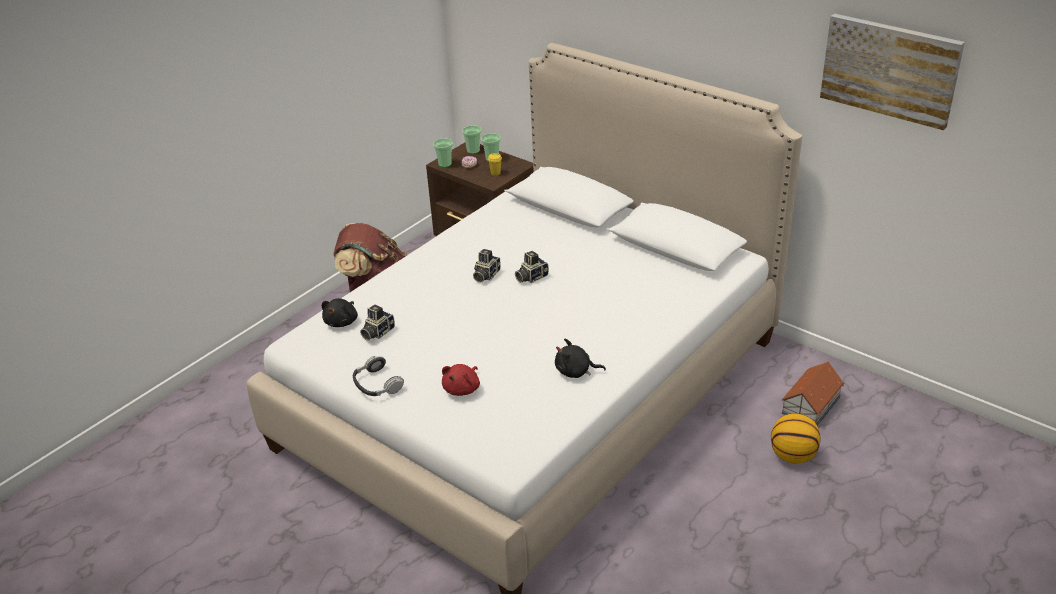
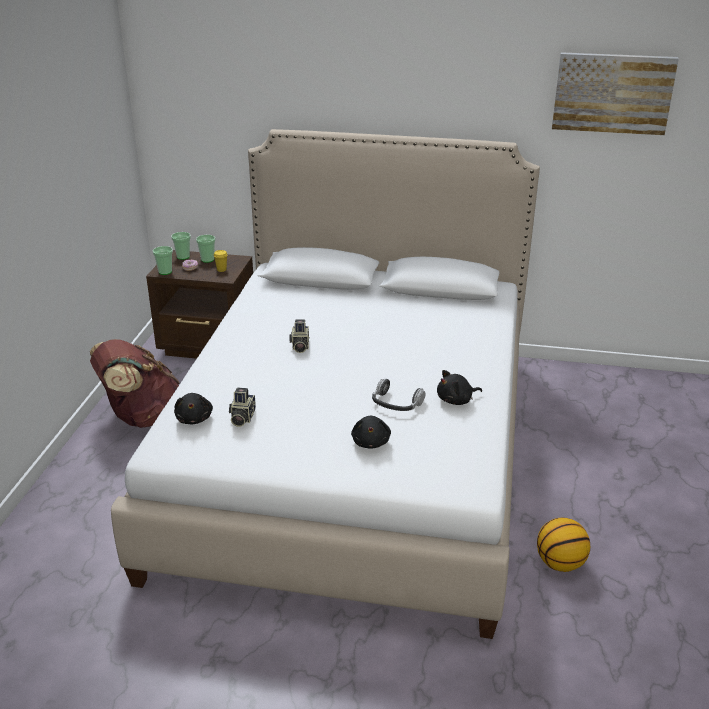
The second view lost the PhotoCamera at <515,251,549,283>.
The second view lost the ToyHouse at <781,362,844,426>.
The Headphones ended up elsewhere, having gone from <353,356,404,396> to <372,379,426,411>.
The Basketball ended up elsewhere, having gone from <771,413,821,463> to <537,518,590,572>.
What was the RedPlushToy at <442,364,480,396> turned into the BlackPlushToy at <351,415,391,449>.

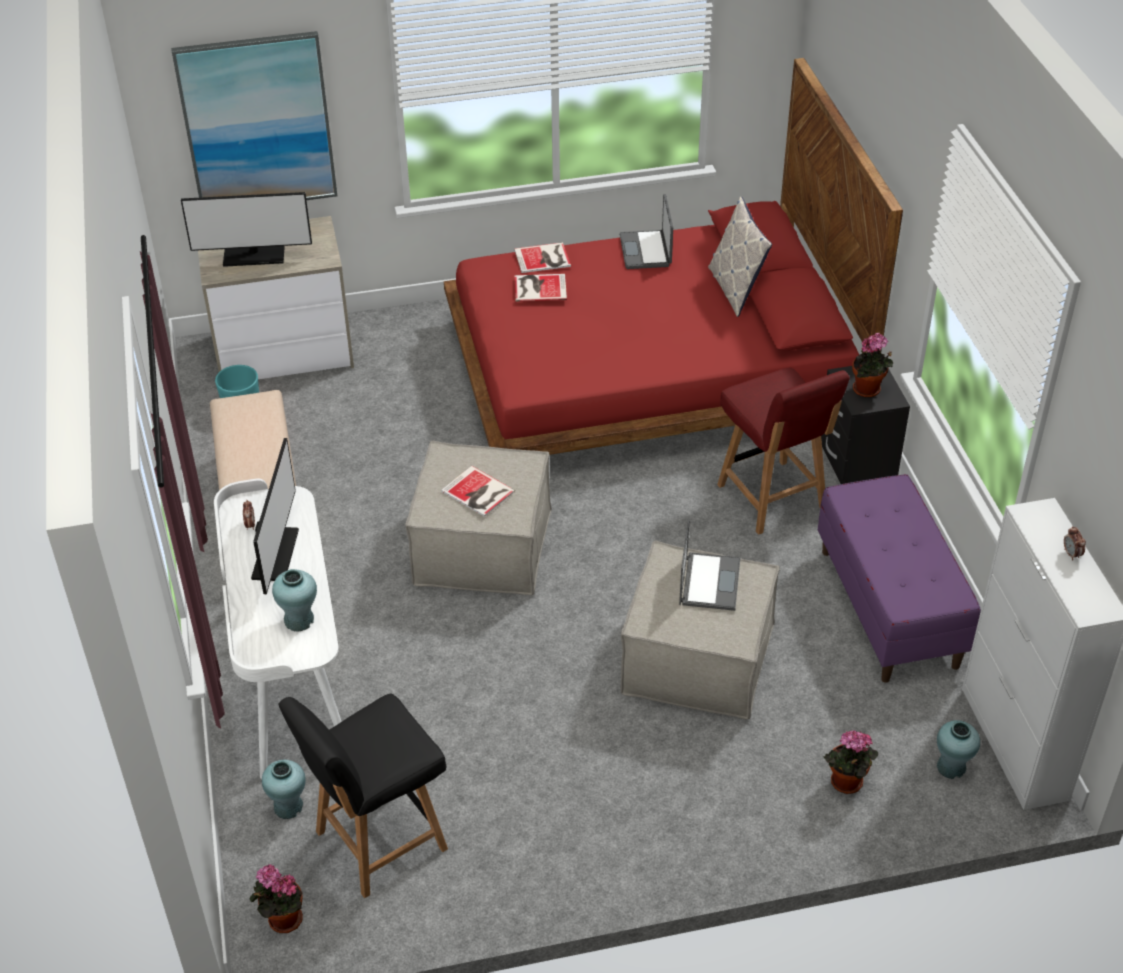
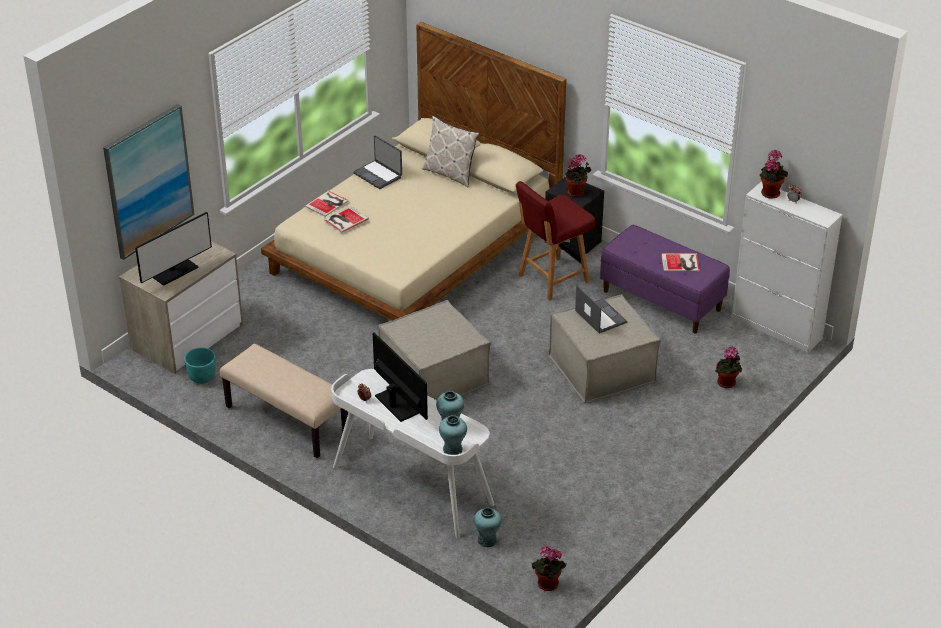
The second view lost the BlackChair at <278,694,448,898>.
The second view gained the PottedPlant at <760,150,788,199>.
The Book ended up elsewhere, having gone from <441,466,515,517> to <661,253,700,272>.
The TurquoiseVase ended up elsewhere, having gone from <937,720,980,779> to <439,415,467,455>.
What was the RedBed at <444,58,903,455> turned into the BeigeBed at <261,22,566,321>.
The RedChair at <717,368,850,534> ended up facing another way, 120 degrees clockwise from before.

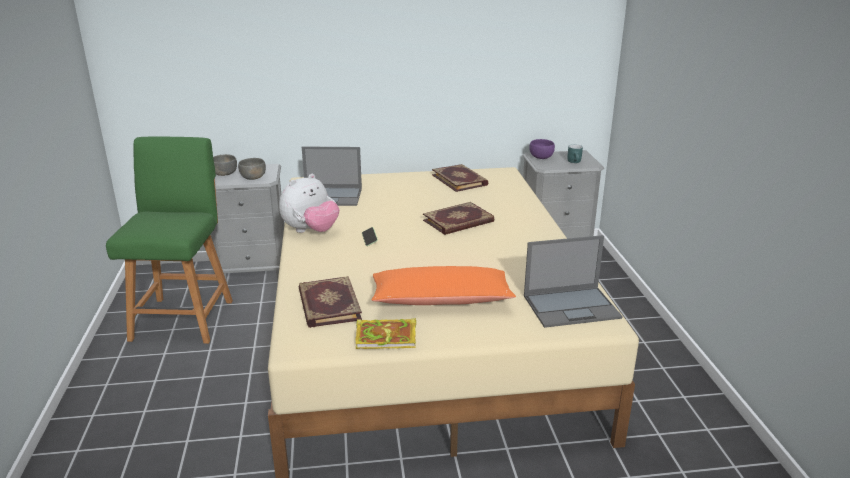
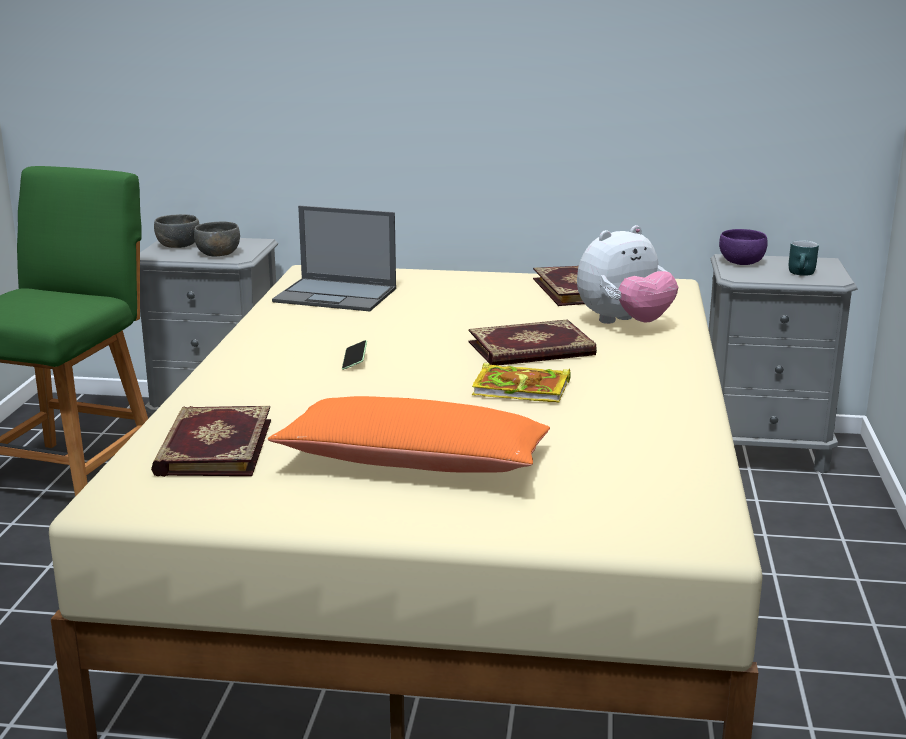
The second view lost the Laptop at <524,235,623,328>.
The PlushToy ended up elsewhere, having gone from <279,174,339,233> to <577,225,678,324>.
The Book ended up elsewhere, having gone from <355,318,416,349> to <472,363,571,403>.

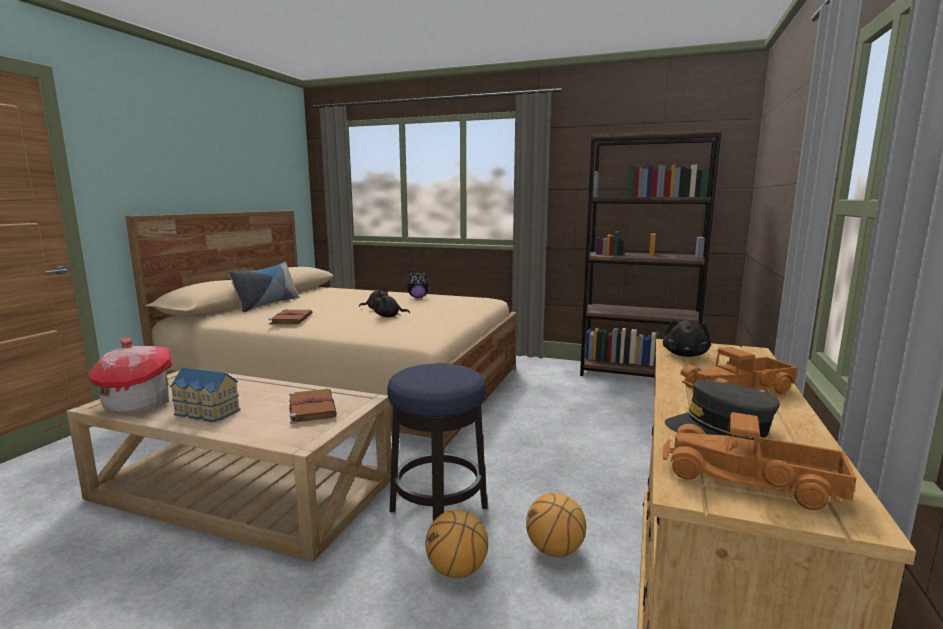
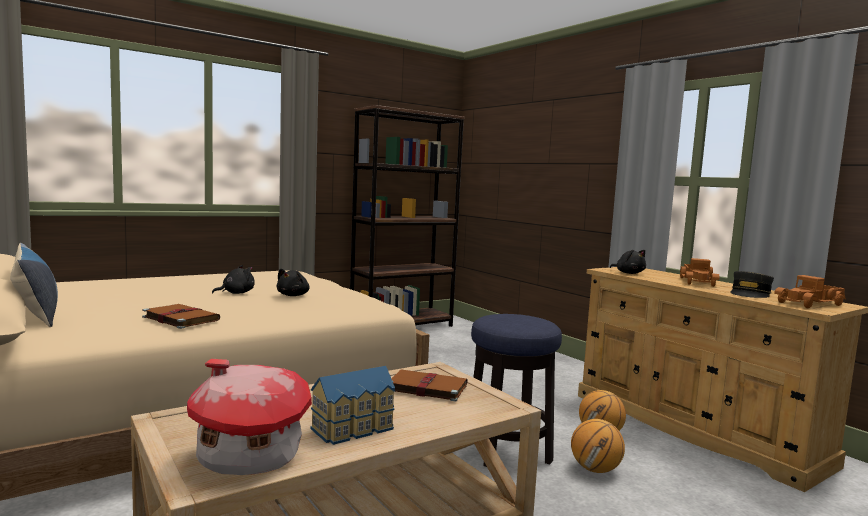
The second view lost the PlushToy at <407,271,430,298>.

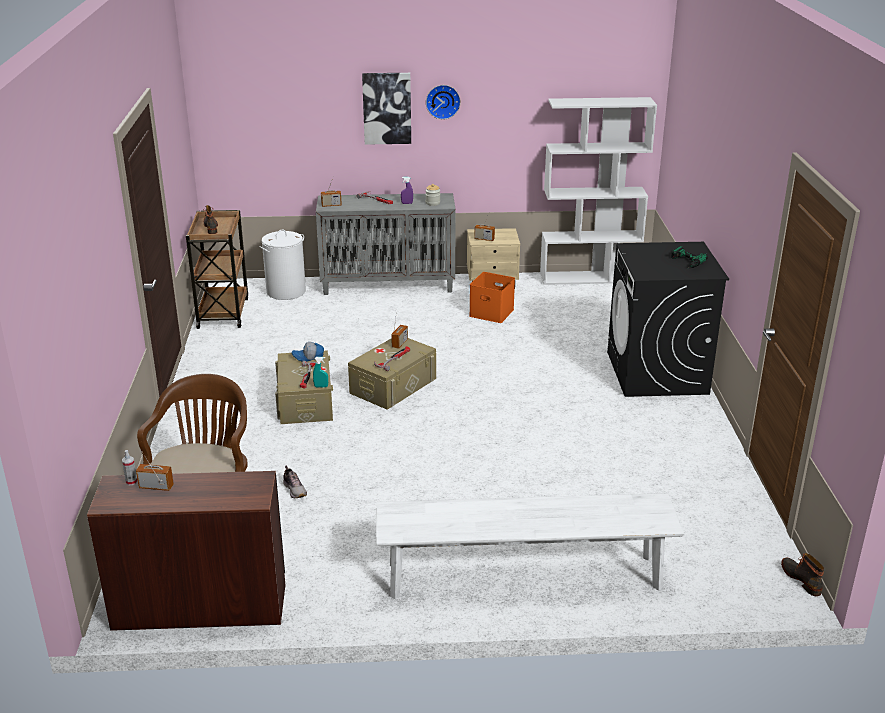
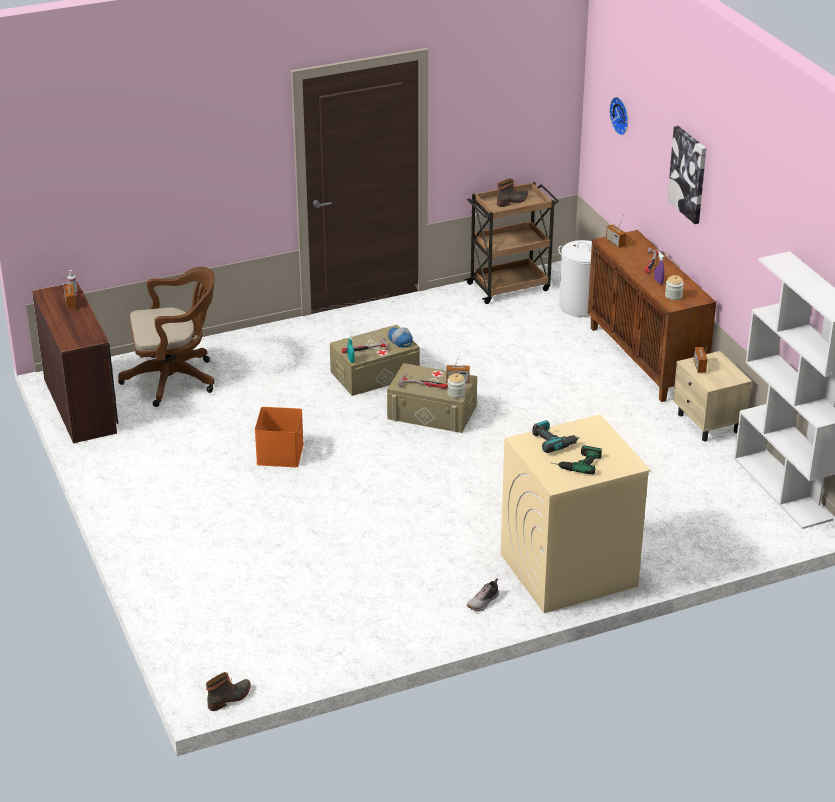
The second view lost the WhiteBench at <376,493,684,599>.
The second view gained the Jar at <447,373,465,399>.
The second view gained the PowerDrill at <533,420,580,453>.
The Shoe ended up elsewhere, having gone from <283,465,307,498> to <467,578,499,611>.
The WallClock ended up elsewhere, having gone from <426,85,461,120> to <609,97,628,135>.
The OrangeStorageBox ended up elsewhere, having gone from <469,272,515,323> to <255,407,304,467>.
What was the GreyCabinet at <316,193,456,295> turned into the BrownCabinet at <588,230,716,402>.
What was the BlackWashingMachine at <607,242,729,397> turned into the BeigeWashingMachine at <501,414,651,613>.

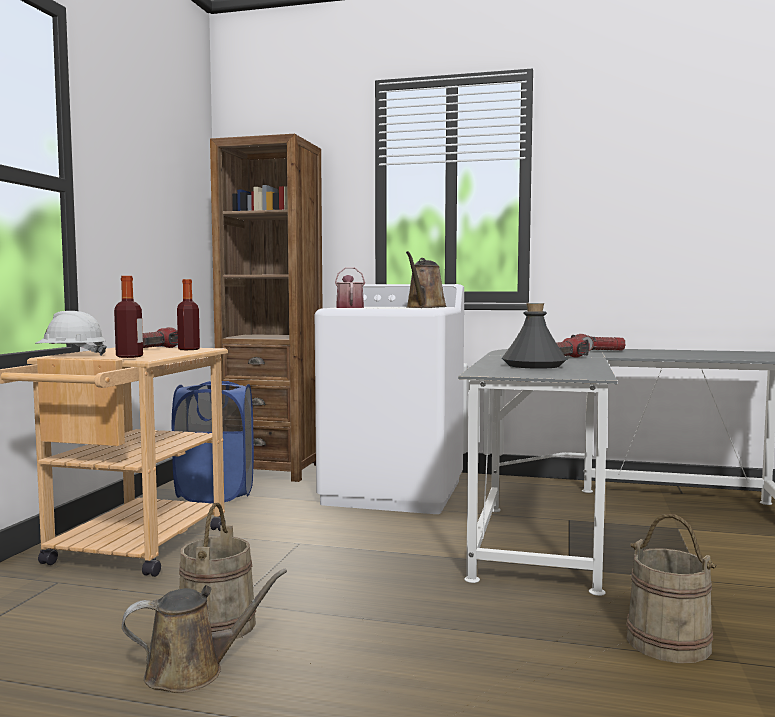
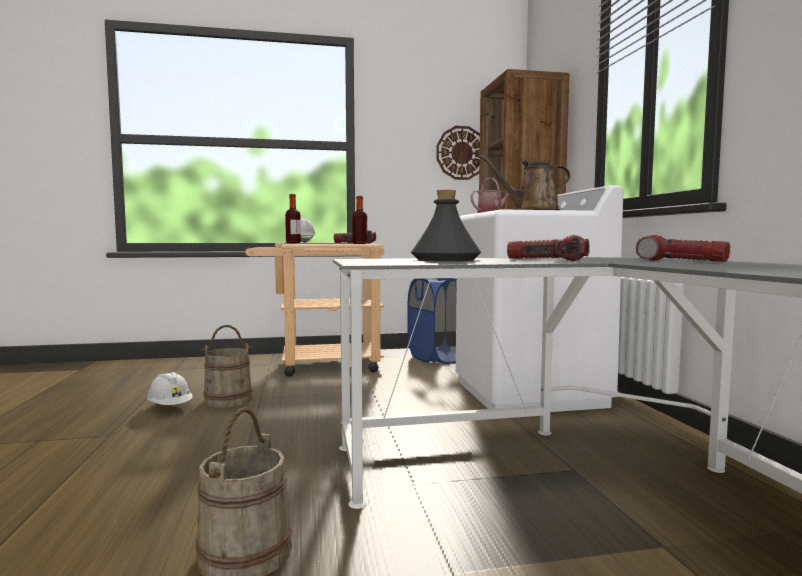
The second view gained the WallClock at <436,126,480,180>.
Where the BrownWateringCan stood at <122,569,287,693>, the WhiteHardHat came to stand at <147,372,193,405>.

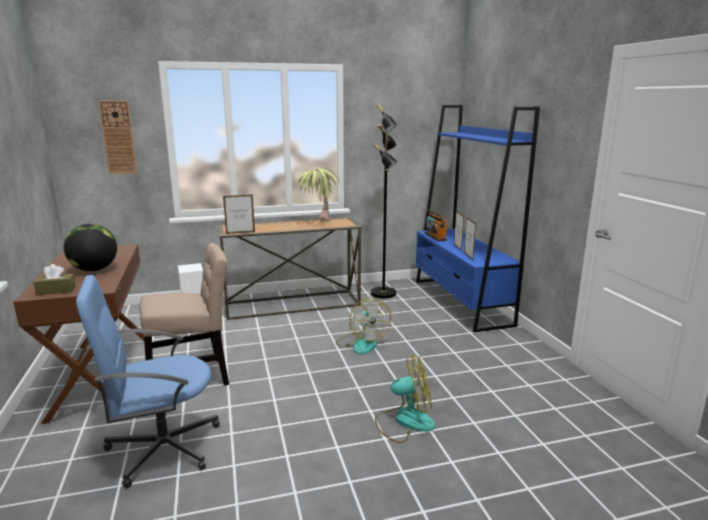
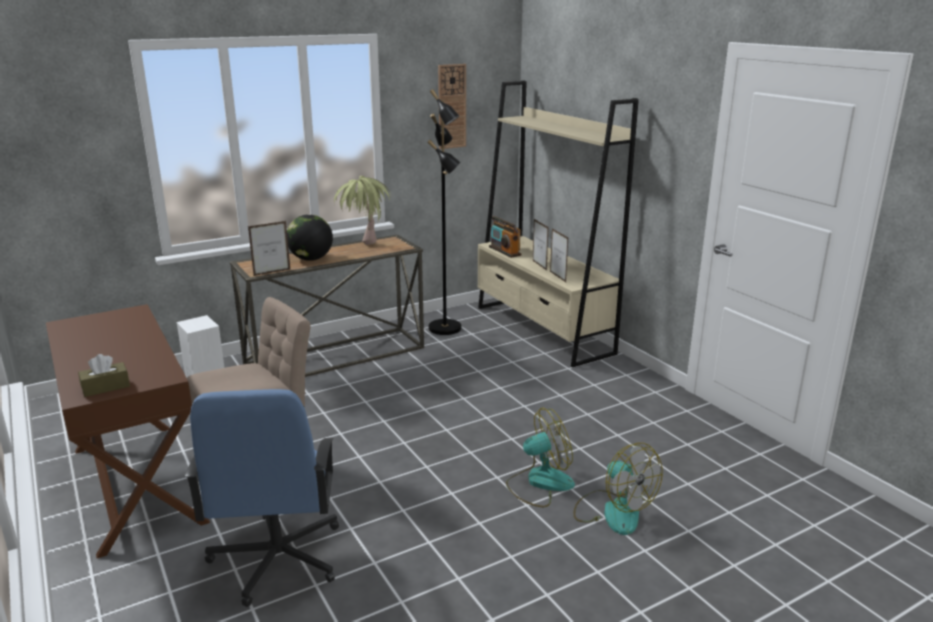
The Globe ended up elsewhere, having gone from <64,224,117,271> to <287,214,333,261>.
The WallClock ended up elsewhere, having gone from <99,101,137,174> to <438,64,466,149>.
The Fan ended up elsewhere, having gone from <336,297,391,355> to <573,443,663,535>.
What was the BlueBookcase at <416,105,540,333> turned into the BeigeBookcase at <478,81,639,368>.
The BlueOfficeChair at <76,275,220,488> ended up facing another way, 60 degrees counterclockwise from before.

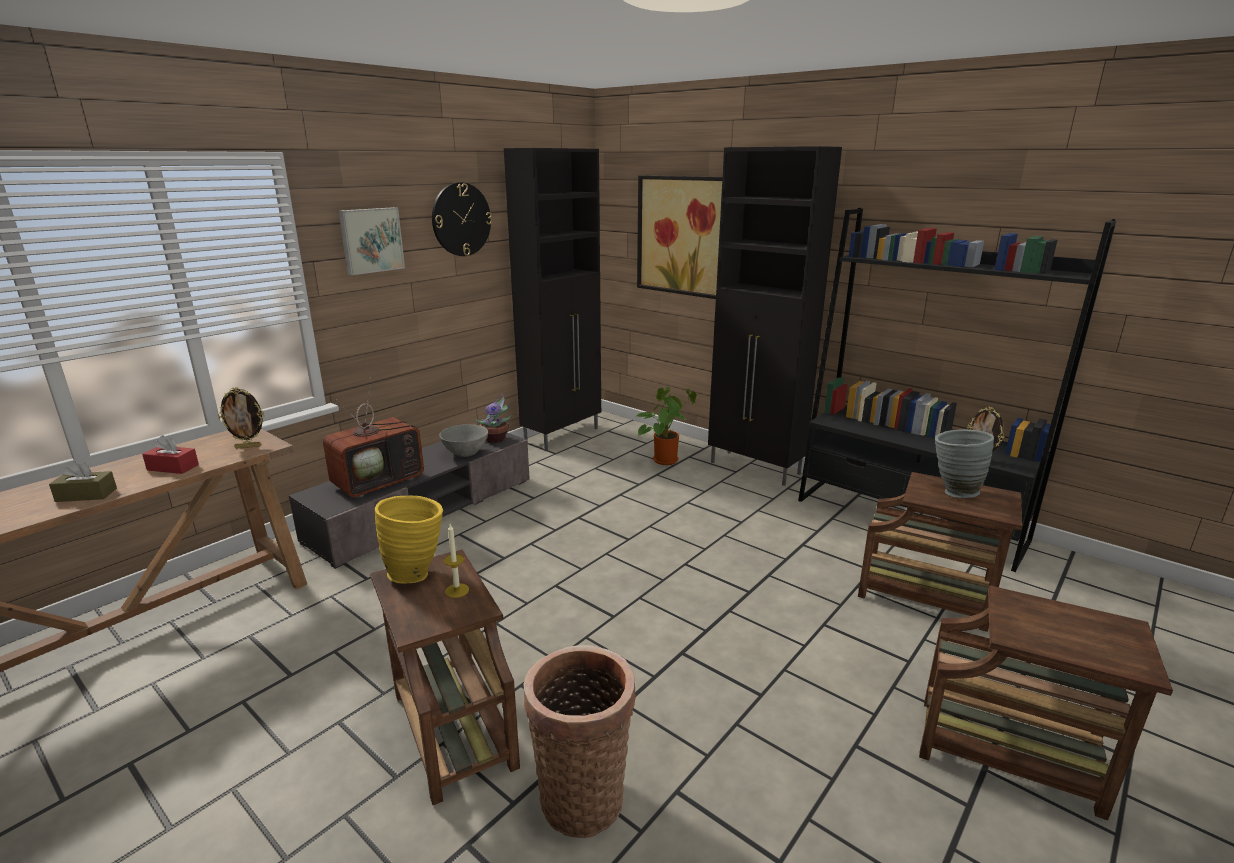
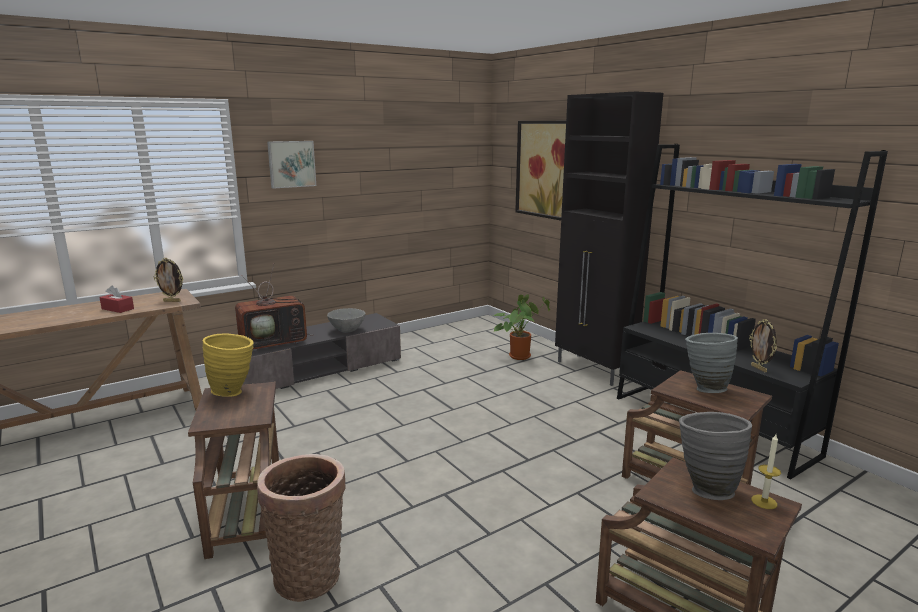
The second view lost the BrownTissueBox at <49,461,117,502>.
The second view lost the WallClock at <432,182,492,256>.
The second view lost the PottedPlant at <475,394,512,443>.
The second view lost the BlackCabinet at <504,148,601,451>.
The second view gained the GreyVase at <679,412,752,500>.
The Candle ended up elsewhere, having gone from <443,524,469,598> to <751,434,781,509>.

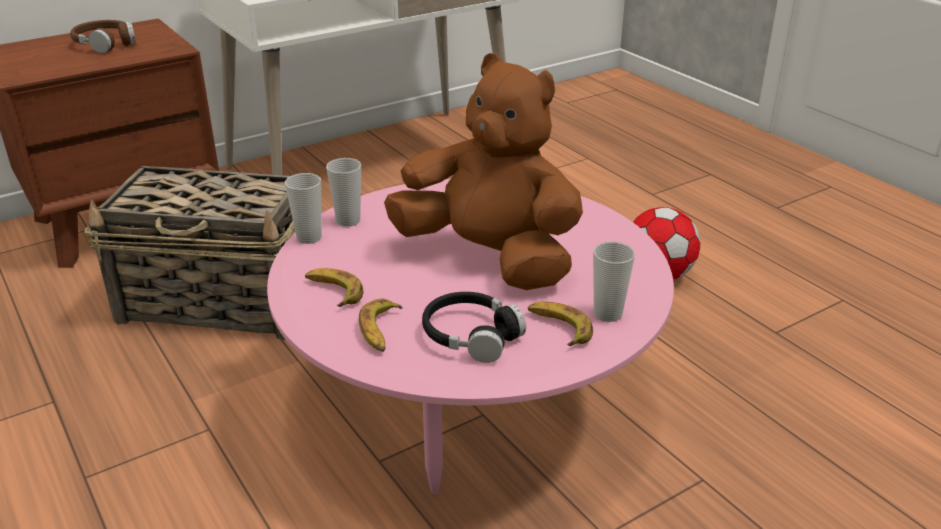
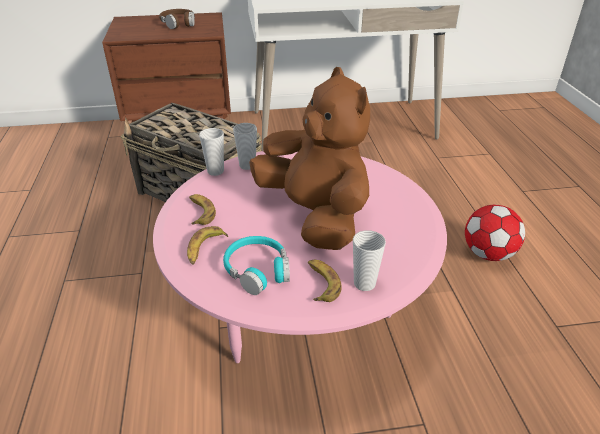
What was the BlackHeadphones at <422,292,526,363> turned into the TurquoiseHeadphones at <223,236,290,295>.

